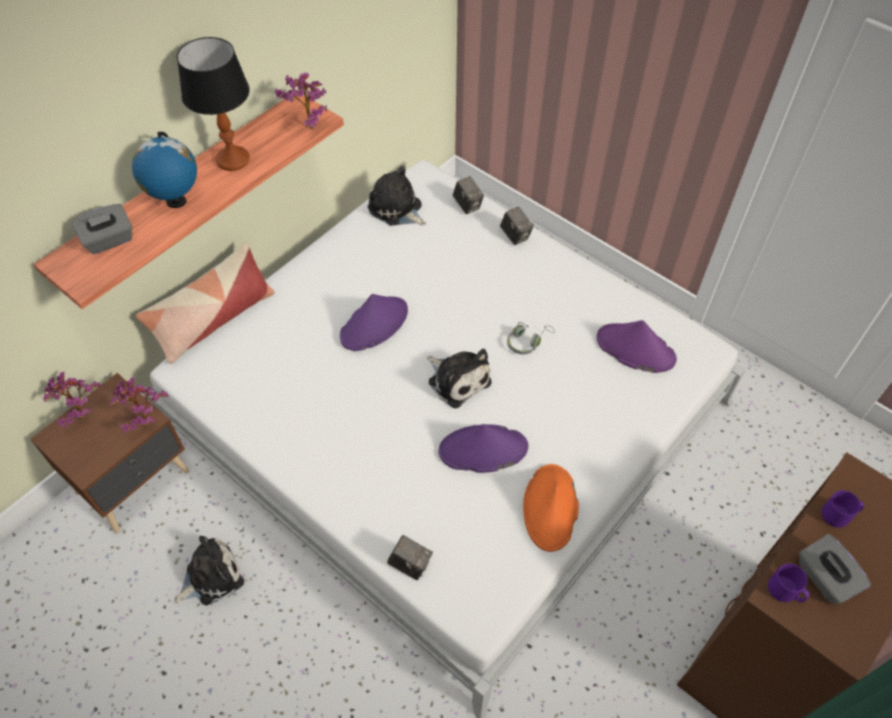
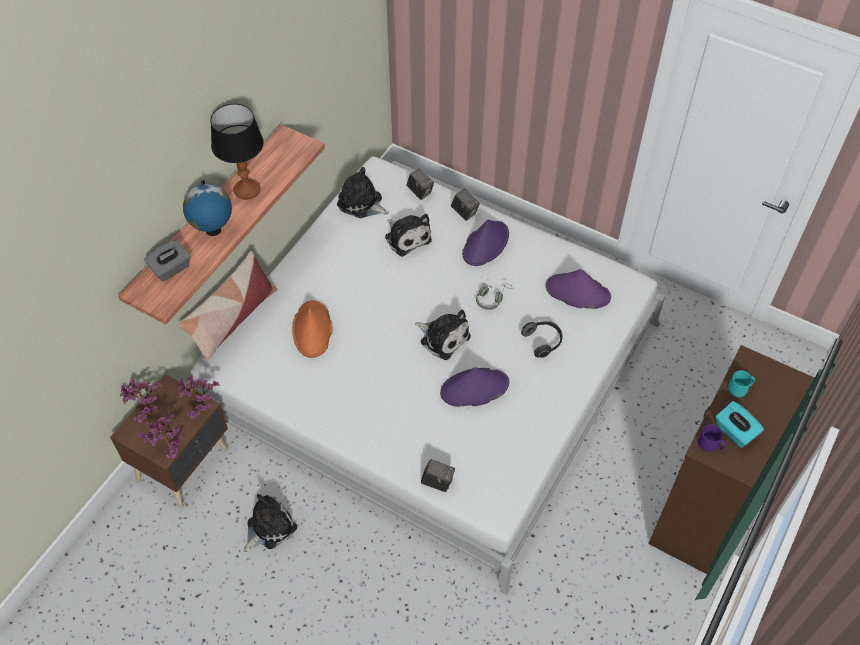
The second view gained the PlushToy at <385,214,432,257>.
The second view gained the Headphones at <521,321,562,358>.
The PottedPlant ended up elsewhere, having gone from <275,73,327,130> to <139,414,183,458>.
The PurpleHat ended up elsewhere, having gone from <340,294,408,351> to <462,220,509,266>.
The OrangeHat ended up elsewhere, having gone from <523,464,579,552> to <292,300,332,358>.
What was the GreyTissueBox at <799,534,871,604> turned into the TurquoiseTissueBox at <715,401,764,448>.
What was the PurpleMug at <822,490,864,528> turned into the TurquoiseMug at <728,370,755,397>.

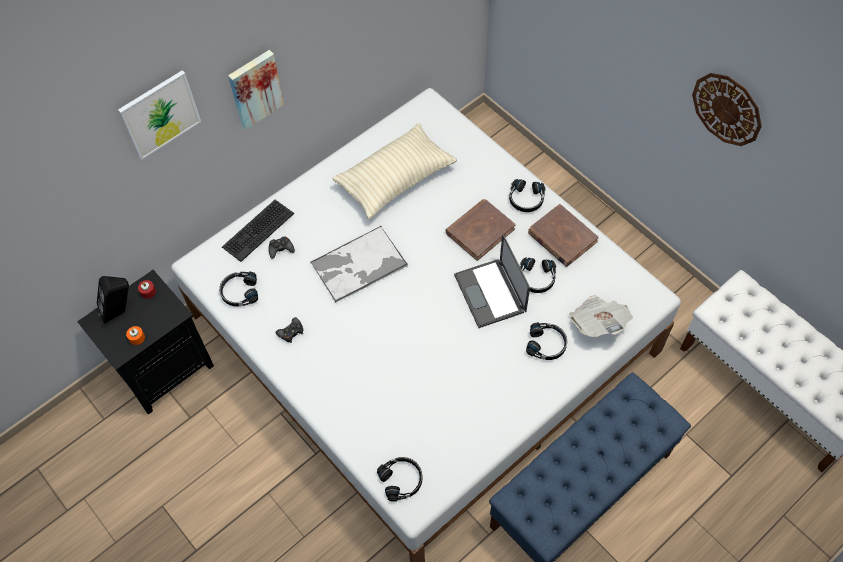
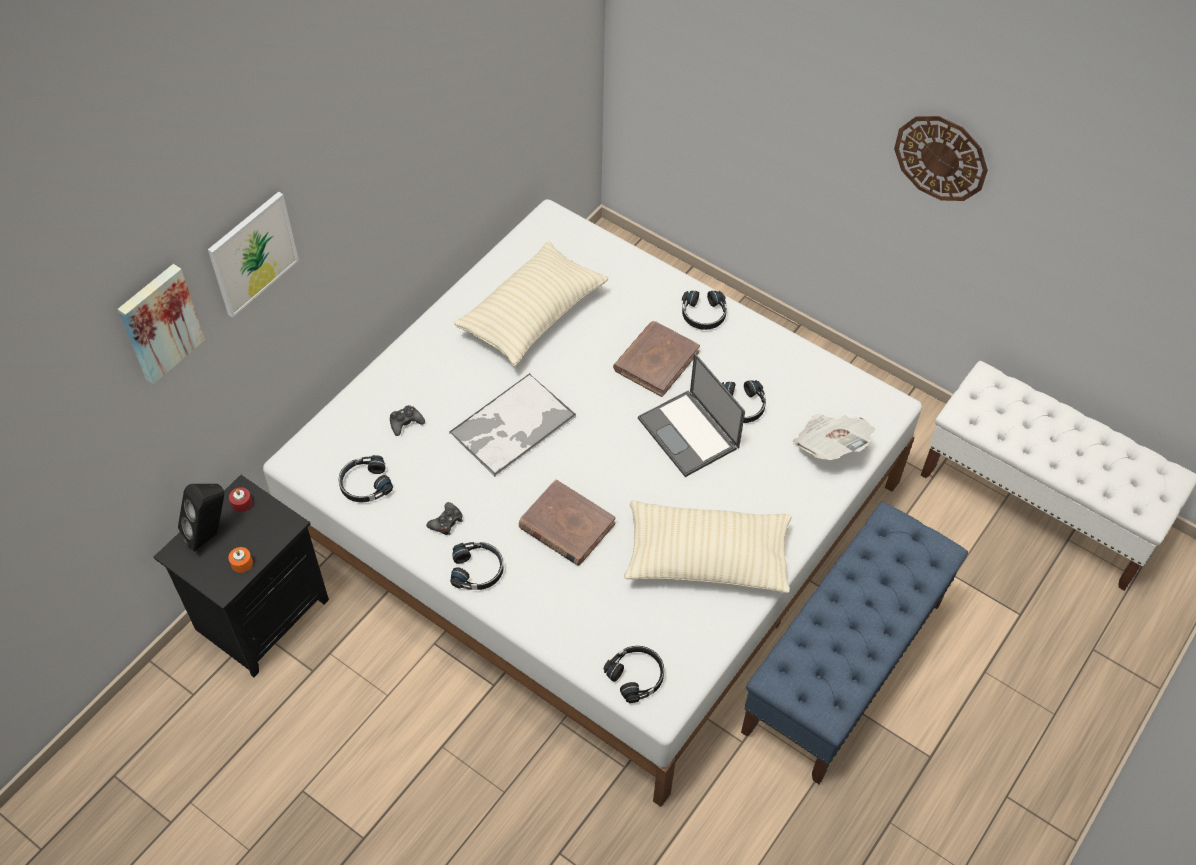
The second view lost the Keyboard at <222,200,294,262>.
The second view gained the BeigePillow at <624,501,792,593>.
The Picture ended up elsewhere, having gone from <228,50,284,130> to <118,264,205,384>.
The BlackHeadphones ended up elsewhere, having gone from <526,322,567,360> to <450,542,504,590>.
The BrownBook ended up elsewhere, having gone from <528,204,599,267> to <519,479,616,566>.

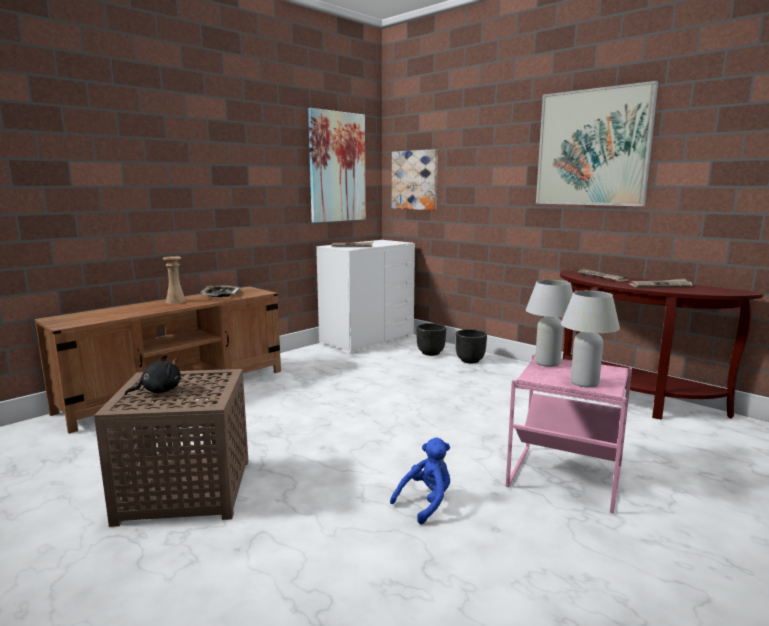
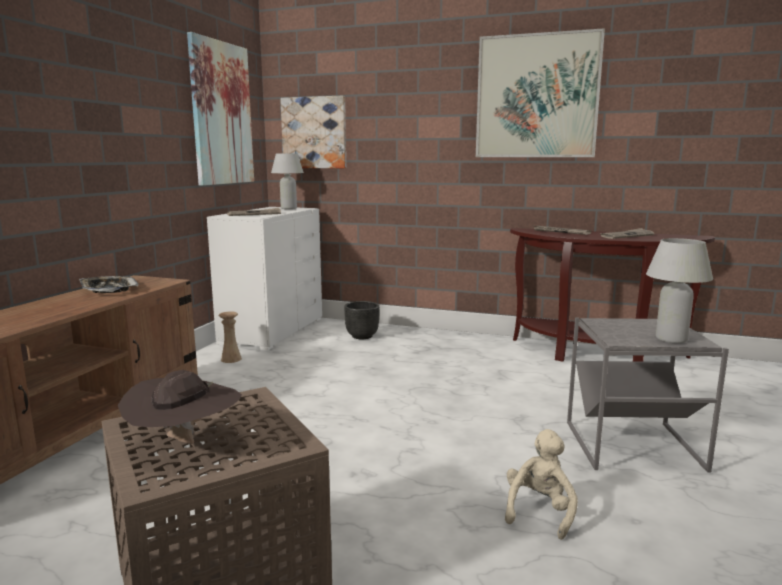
The second view lost the BlackPlanter at <455,329,487,363>.
The BeigeVase ended up elsewhere, having gone from <163,256,186,304> to <219,312,242,363>.
The WhiteTableLamp ended up elsewhere, having gone from <526,280,573,367> to <271,153,304,209>.
Where the BlackPlushToy stood at <125,354,181,396>, the BrownHat came to stand at <118,370,242,444>.
What was the BluePlushToy at <390,437,450,525> turned into the BeigePlushToy at <505,429,578,540>.
What was the PinkSideTable at <506,354,632,513> turned into the GreySideTable at <567,317,729,472>.

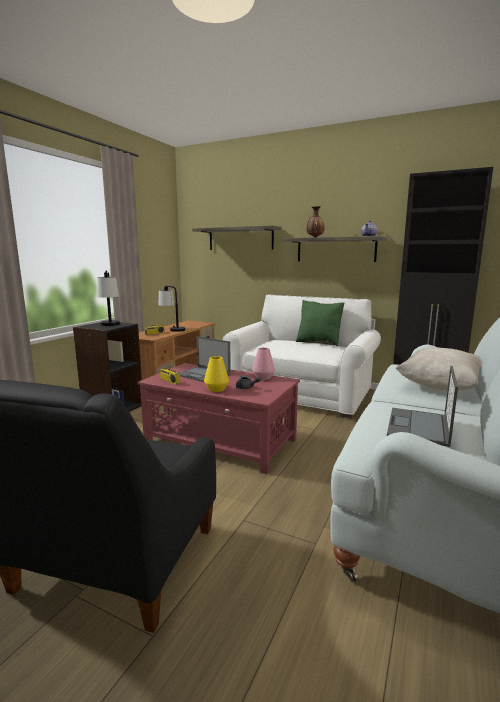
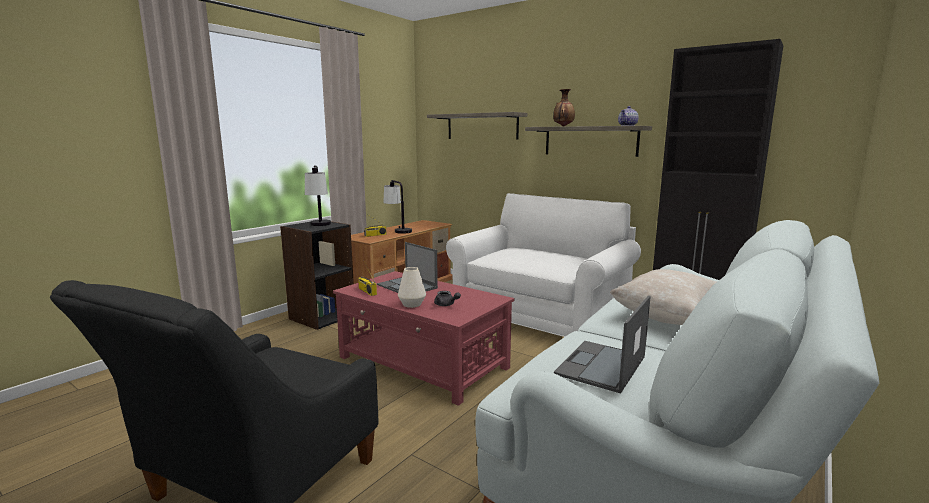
The second view lost the PinkVase at <252,348,275,380>.
The second view lost the GreenPillow at <296,300,344,347>.
What was the YellowVase at <204,356,229,392> turned into the WhiteVase at <398,267,426,308>.

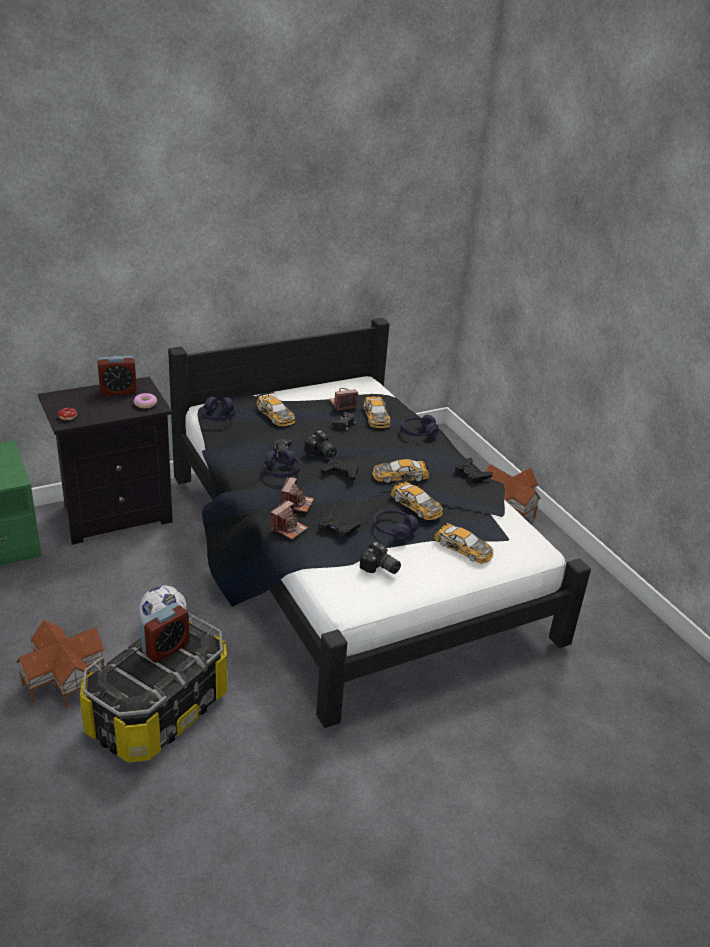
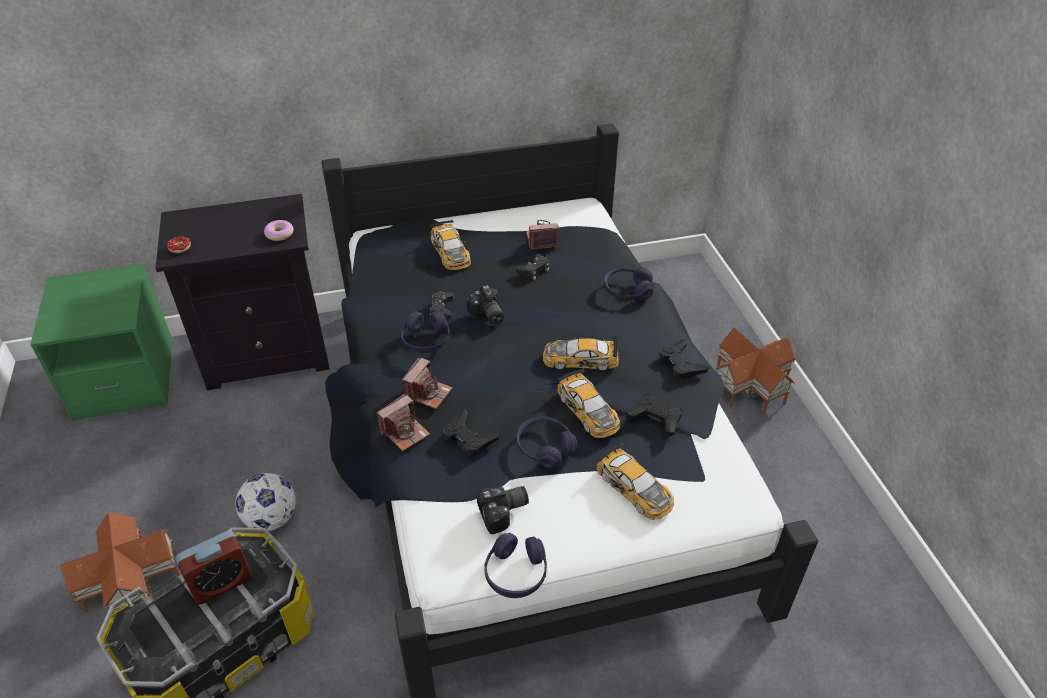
The second view lost the AlarmClock at <97,356,137,396>.
The second view lost the ToyCar at <363,394,390,428>.
The PurpleHeadphones ended up elsewhere, having gone from <201,397,236,421> to <484,533,547,598>.
The BlackGameController ended up elsewhere, having gone from <321,459,358,481> to <627,394,682,437>.
The PhotoCamera at <360,542,401,574> ended up facing another way, 75 degrees counterclockwise from before.

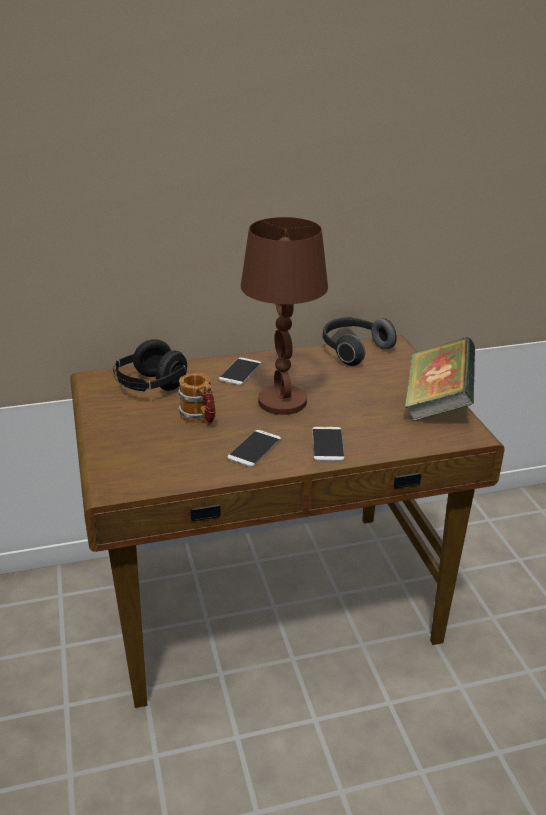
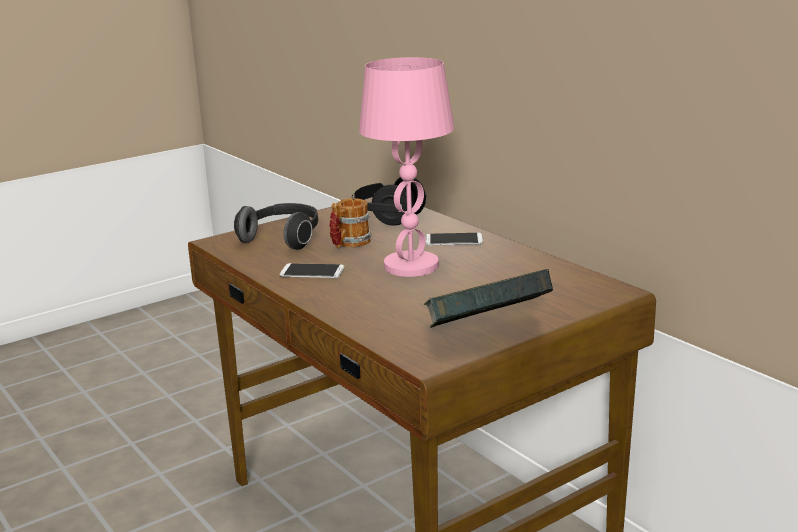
The second view lost the Phone at <312,427,344,461>.
The Headphones ended up elsewhere, having gone from <322,317,397,366> to <234,203,318,250>.
What was the BrownTableLamp at <241,217,328,415> turned into the PinkTableLamp at <359,57,454,277>.

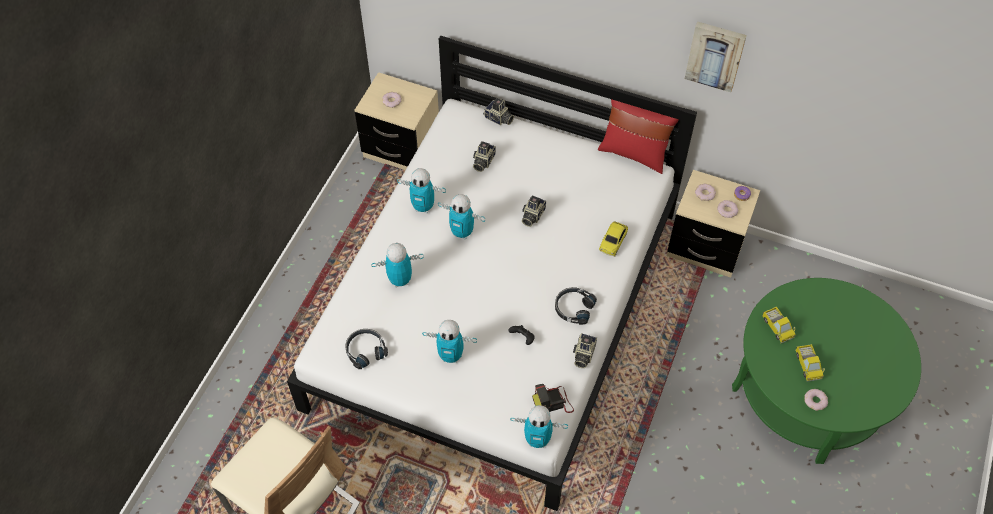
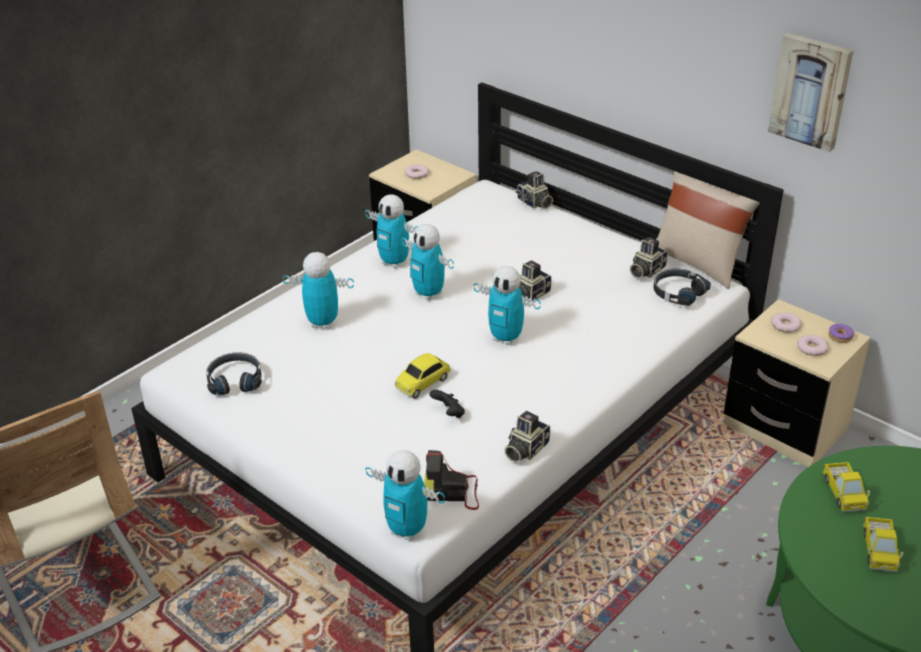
The second view lost the Donut at <804,389,828,411>.
The ToyRobot ended up elsewhere, having gone from <422,320,477,363> to <473,266,541,345>.
The PhotoCamera ended up elsewhere, having gone from <473,141,496,172> to <630,237,668,278>.
The BlackHeadphones ended up elsewhere, having gone from <555,287,597,325> to <653,269,711,306>.
The ToyCar ended up elsewhere, having gone from <599,221,628,256> to <394,353,451,399>.
What was the RedPillow at <598,99,679,174> turned into the BeigePillow at <656,171,760,289>.

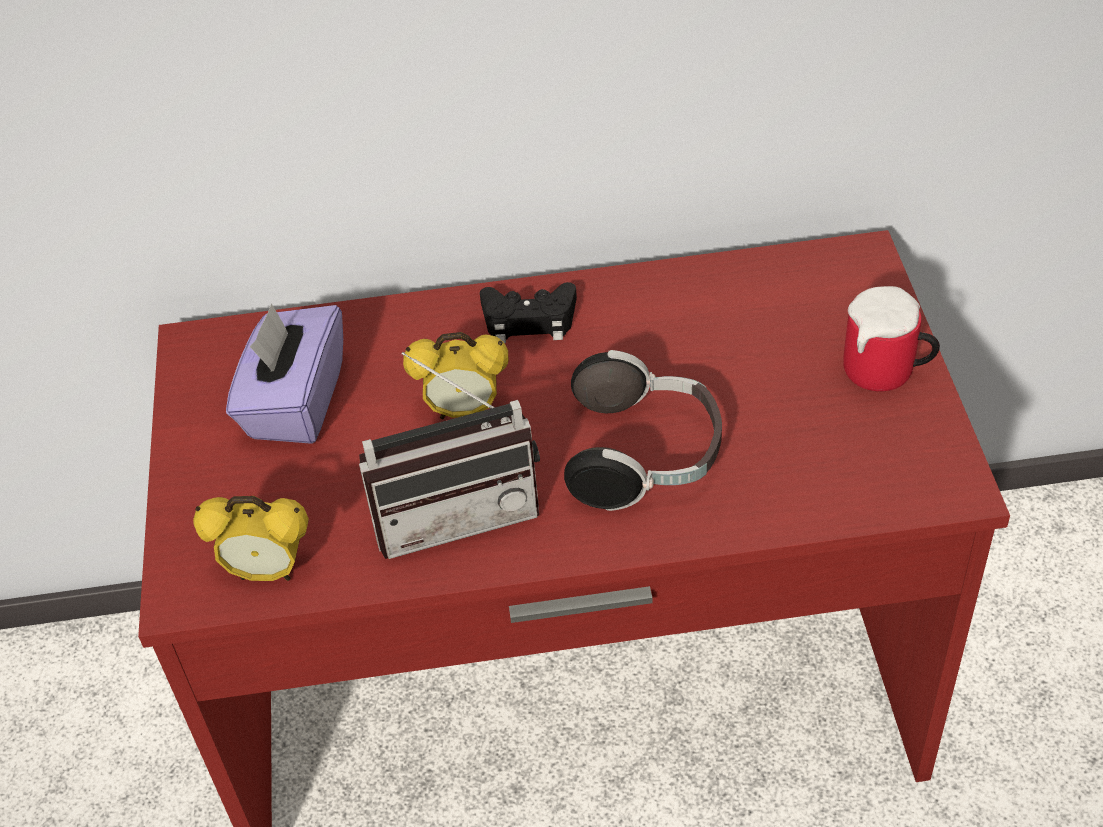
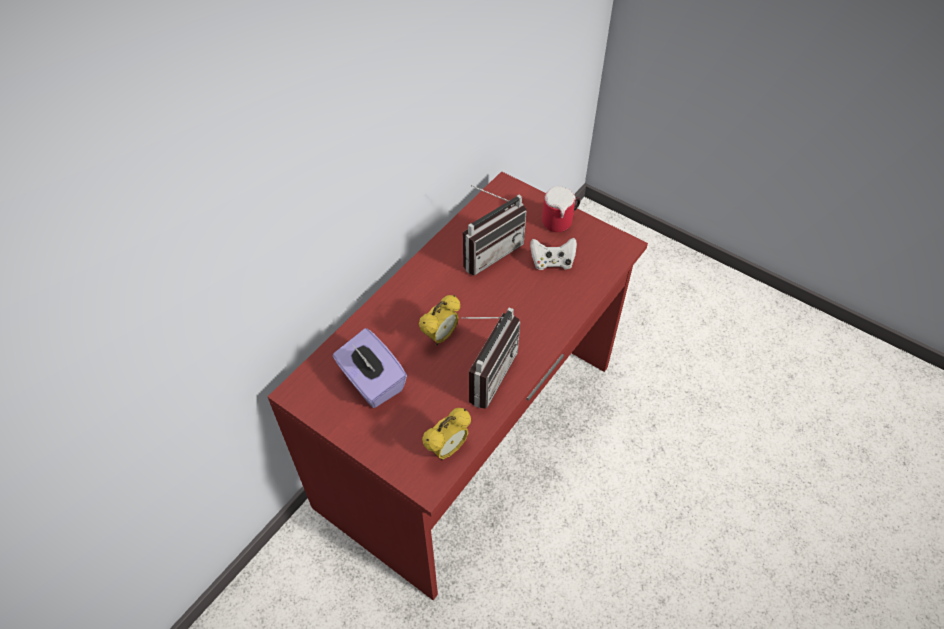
The second view lost the BlackGameController at <480,282,577,343>.
The second view lost the Headphones at <564,350,722,511>.
The second view gained the Radio at <463,185,526,276>.
The second view gained the WhiteGameController at <530,238,577,270>.

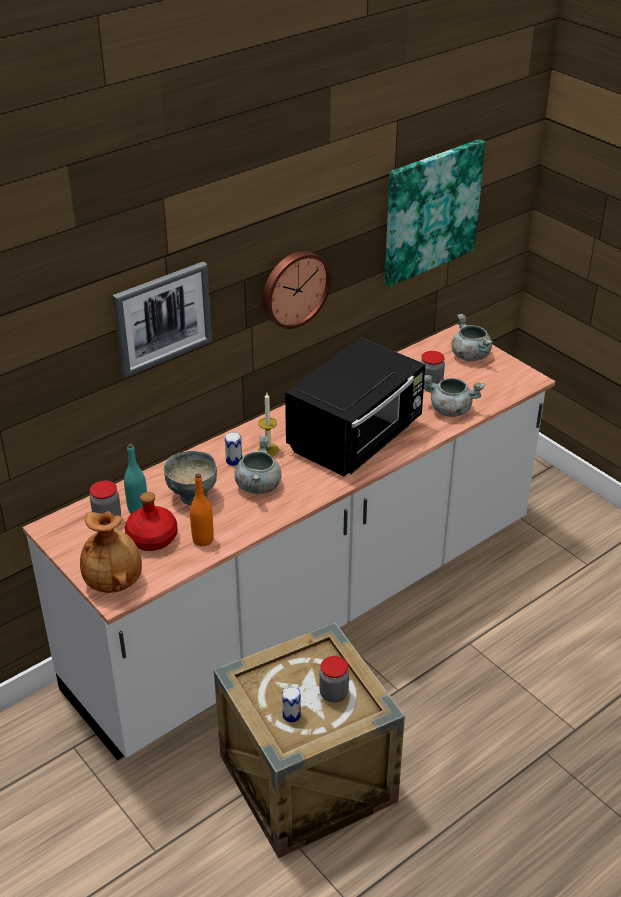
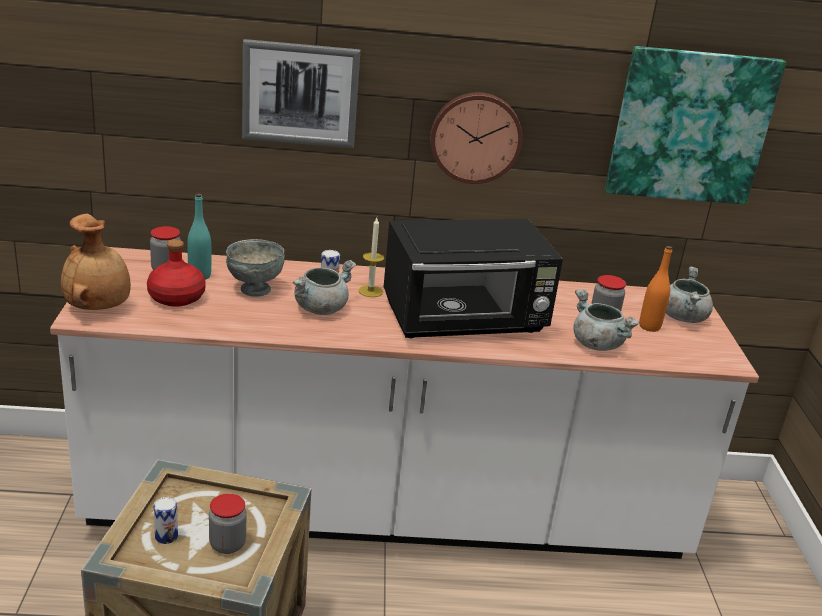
The OrangeBottle ended up elsewhere, having gone from <190,474,214,546> to <639,246,672,332>.

